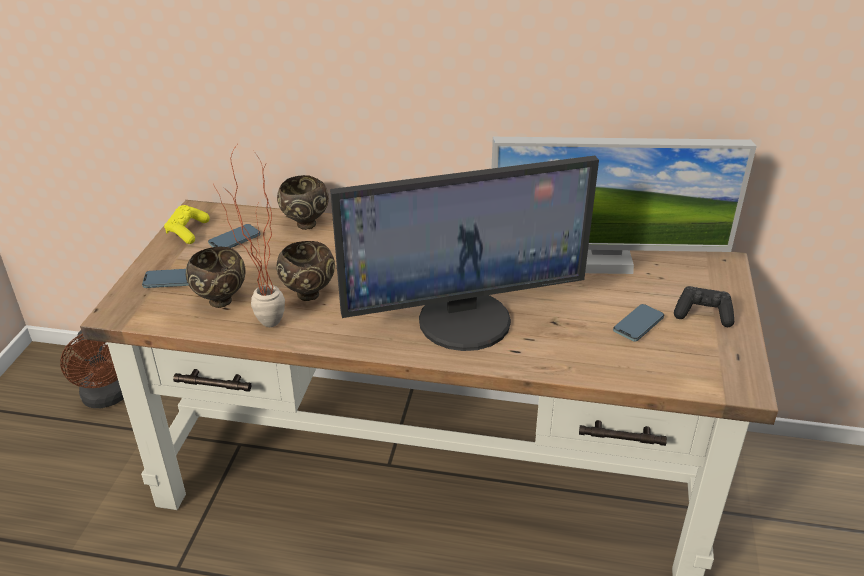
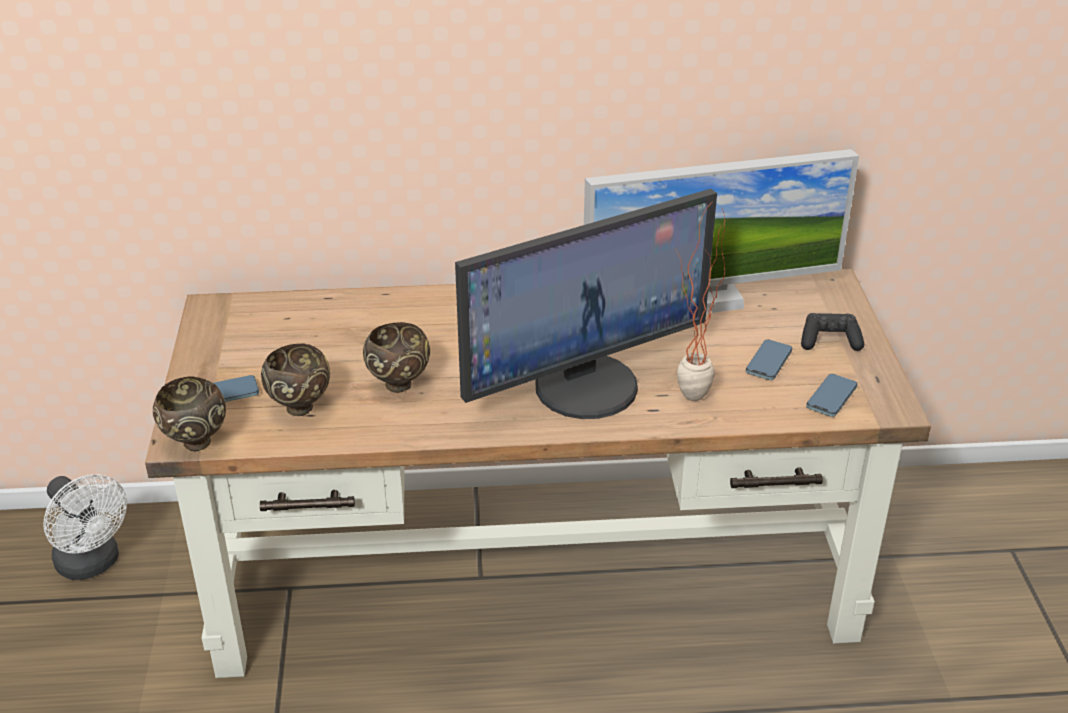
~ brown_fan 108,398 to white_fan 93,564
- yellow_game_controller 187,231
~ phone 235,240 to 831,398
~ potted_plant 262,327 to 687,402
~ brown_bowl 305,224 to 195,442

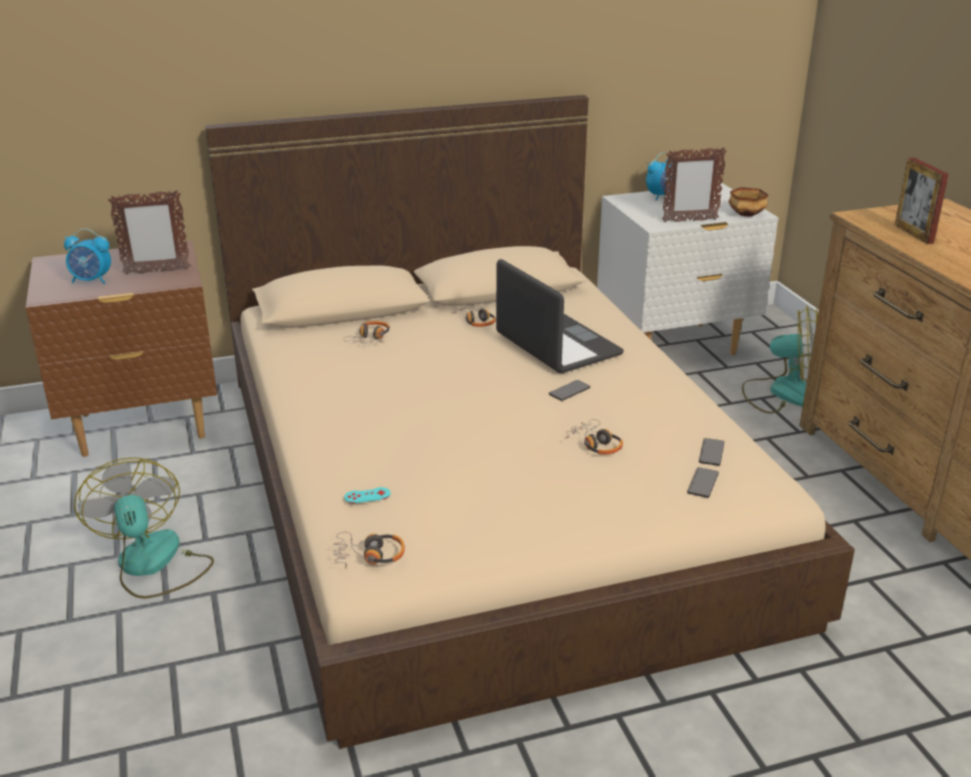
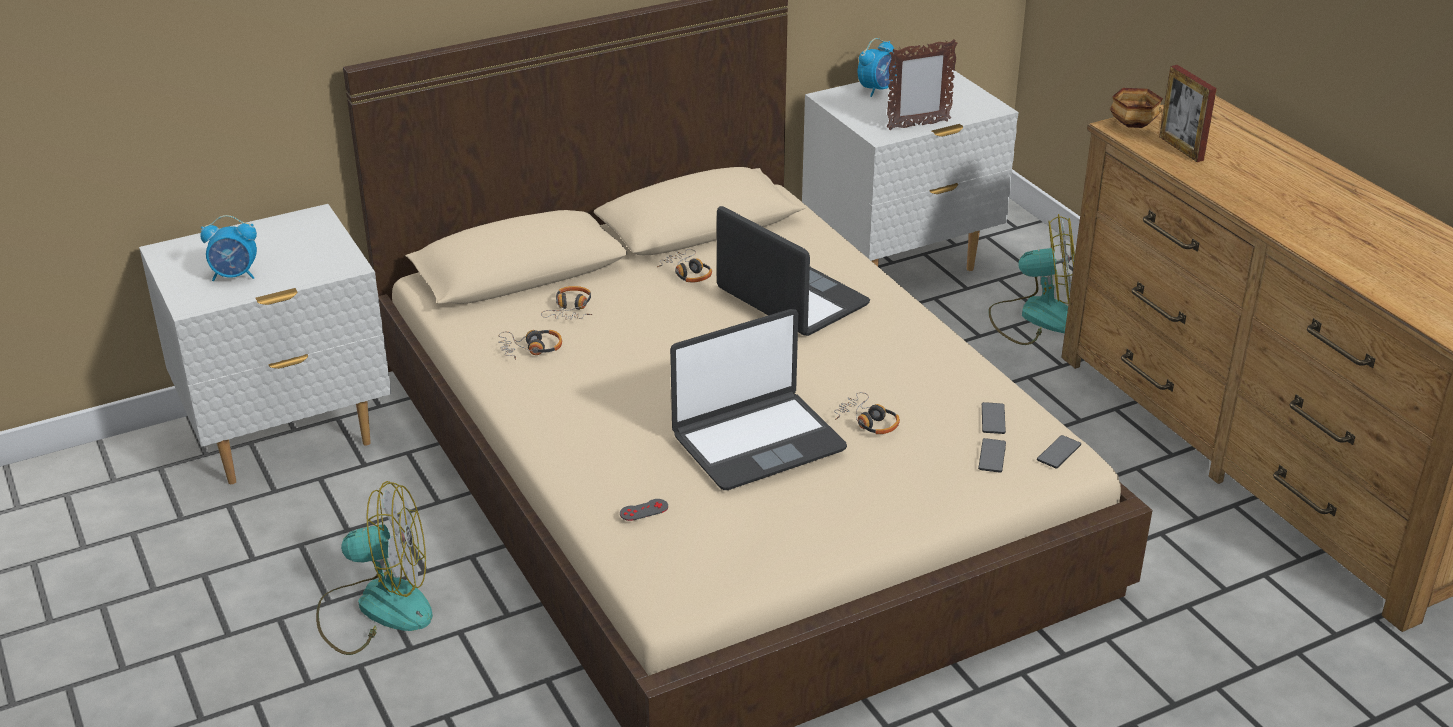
~ brown_nightstand 143,427 to white_nightstand 287,437
~ fan 153,565 = 376,608 120 degrees clockwise
- picture_frame 156,271
~ headphones 369,556 to 531,349
~ turquoise_game_controller 367,495 to grey_game_controller 644,510
~ phone 569,391 to 1059,453
~ bowl 746,214 to 1133,124
+ laptop 757,442

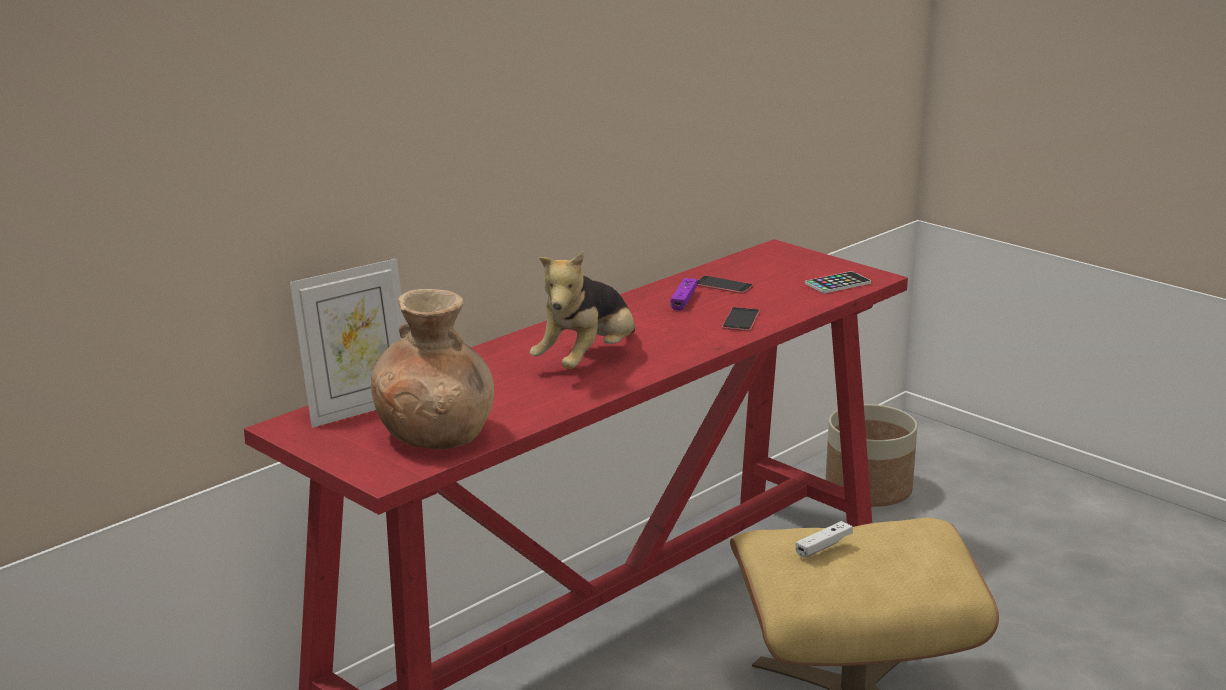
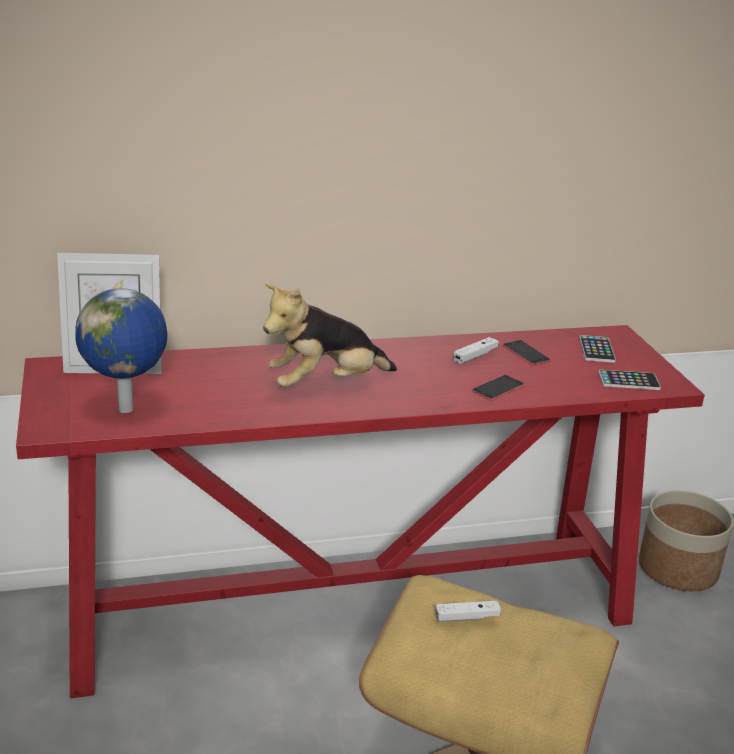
~ brown_vase 436,436 to globe 128,410
~ purple_game_controller 684,300 to white_game_controller 475,356
+ phone 596,350

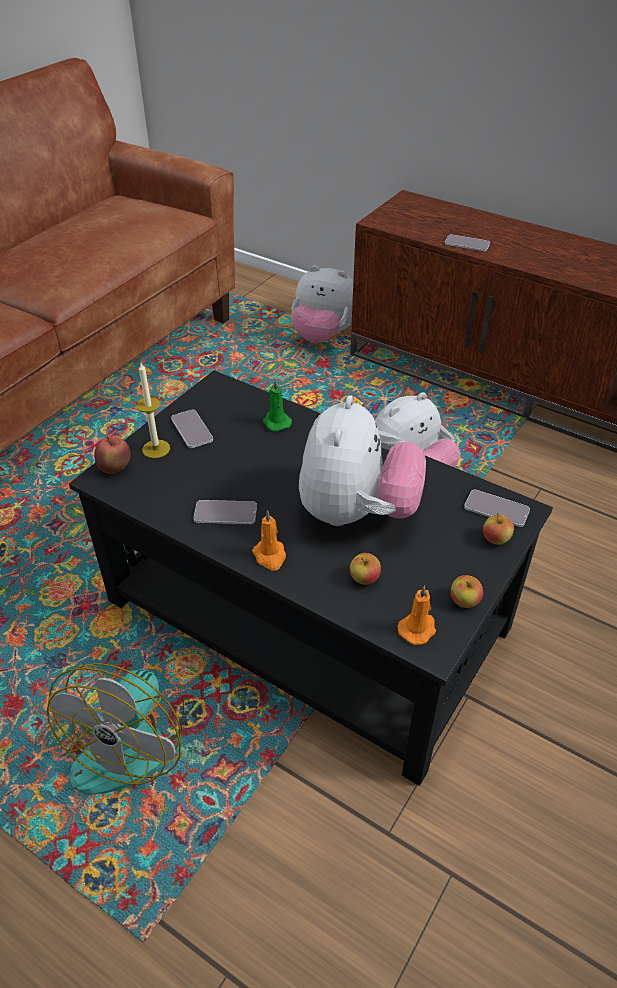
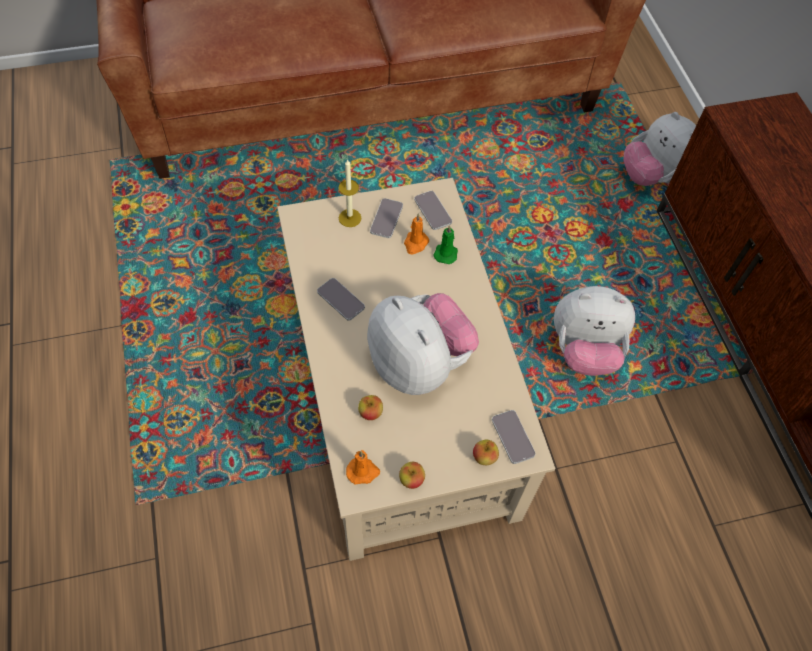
- fan 132,740
~ black_coffee_table 306,613 to beige_coffee_table 400,395
- apple 115,469
~ orange_candle 270,556 to 415,243
~ plush_toy 357,512 = 419,364 90 degrees counterclockwise
~ phone 467,244 to 432,211

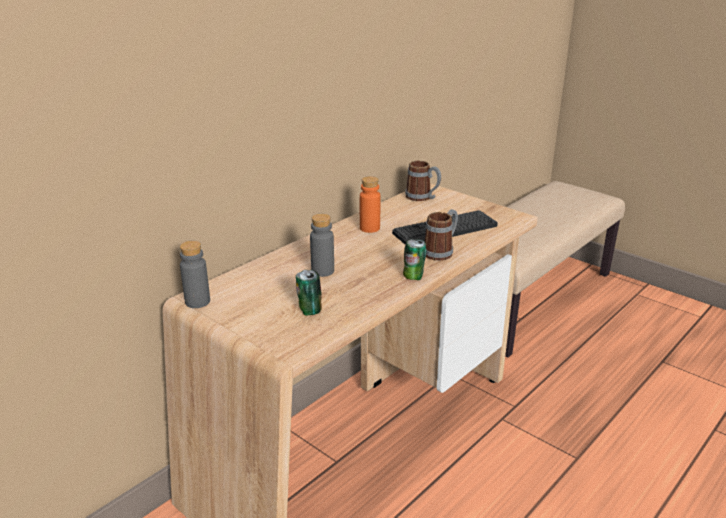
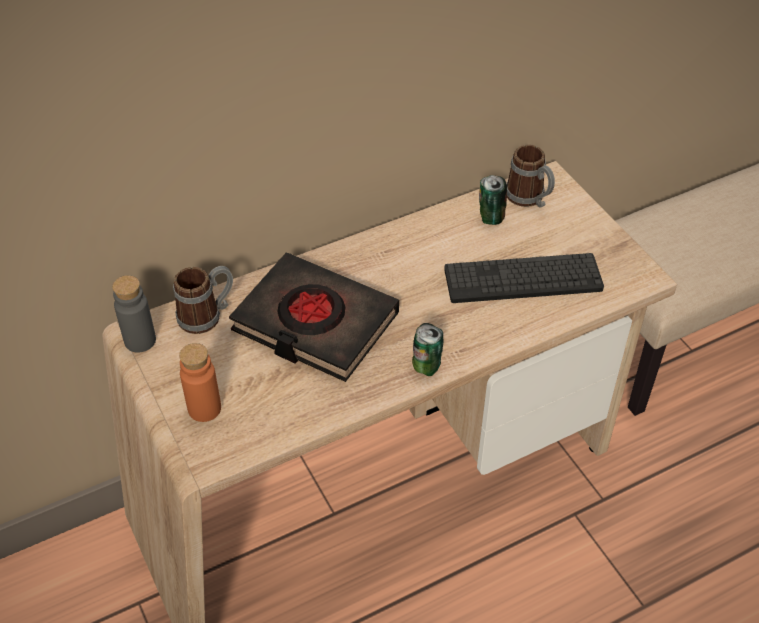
~ can 309,310 to 490,218
~ grey_bottle 322,271 to black_book 314,323
~ orange_bottle 369,228 to 204,408
~ mug 441,251 to 207,315

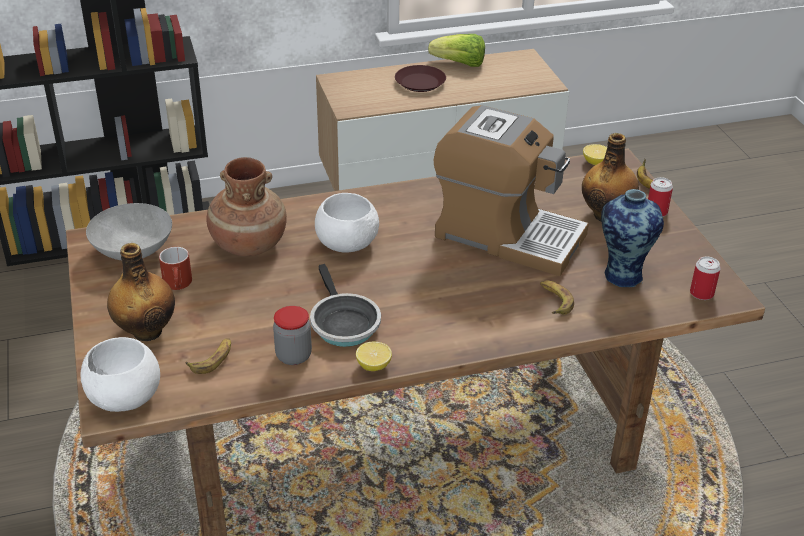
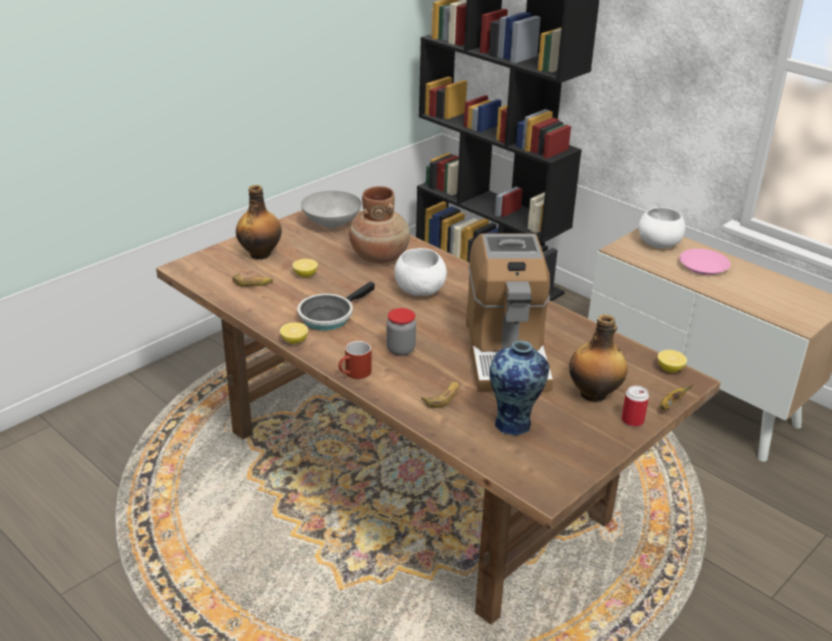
~ white_bowl 124,396 to 659,243
~ red_mug 179,284 to 354,374
~ jar 293,356 to 400,349
~ brown_plate 420,83 to pink_plate 703,266
- lettuce 459,64
- can 701,293
+ lemon 305,275

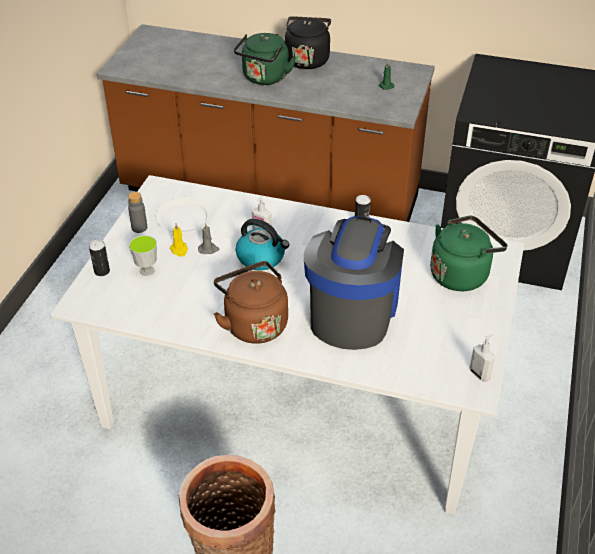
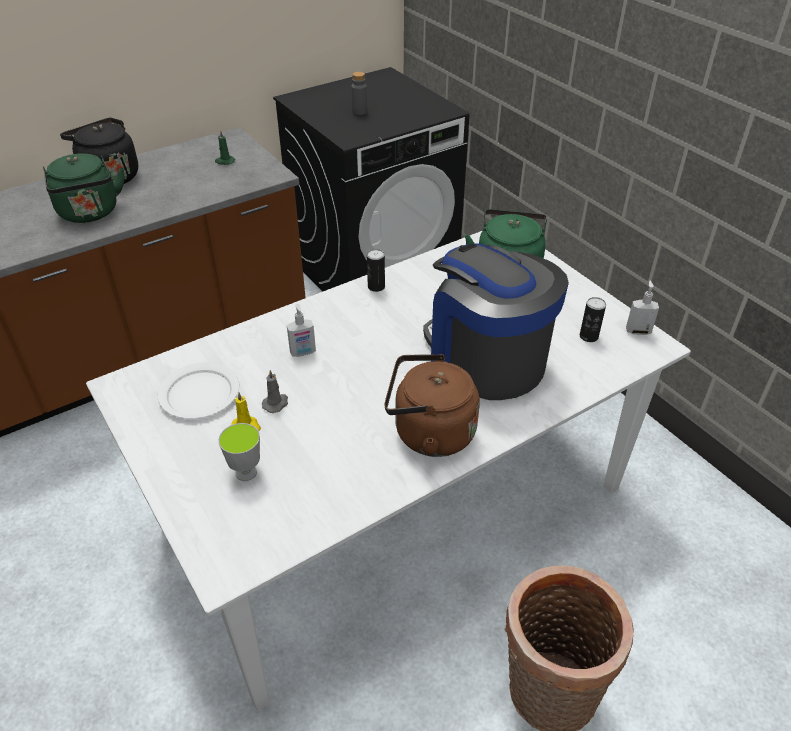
~ can 102,271 to 588,336
~ grey_bottle 139,228 to 359,112
- kettle 261,258

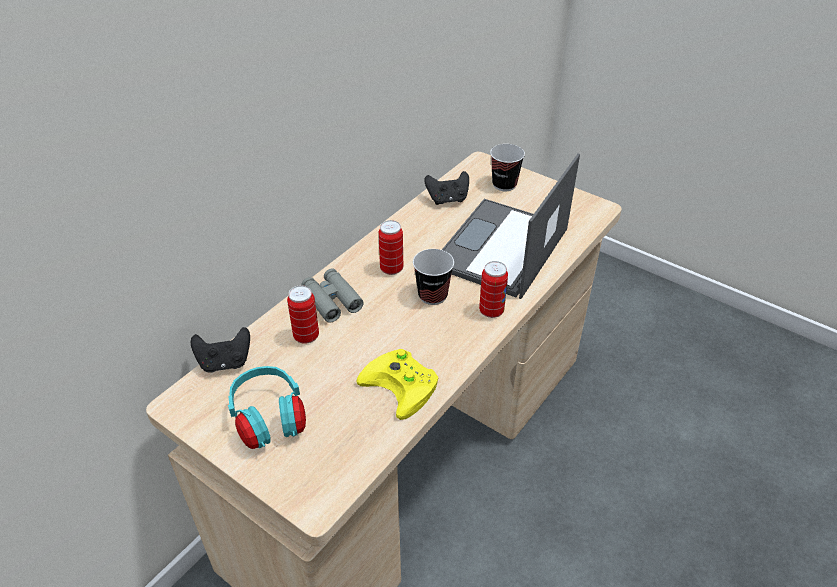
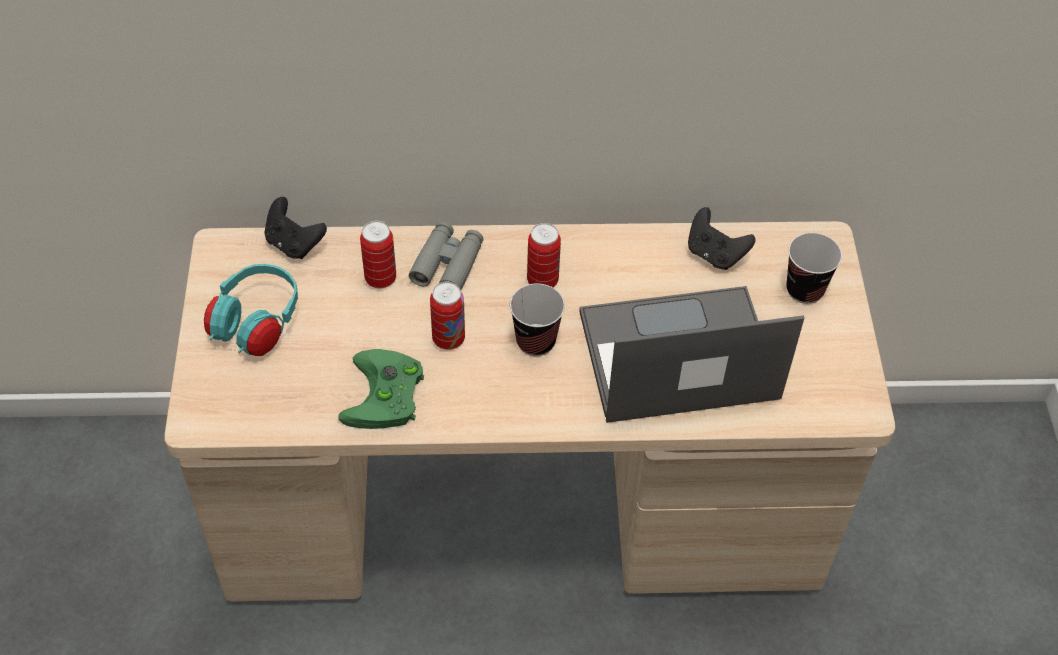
~ yellow_game_controller 404,385 to green_game_controller 386,397
~ can 491,311 to 448,339

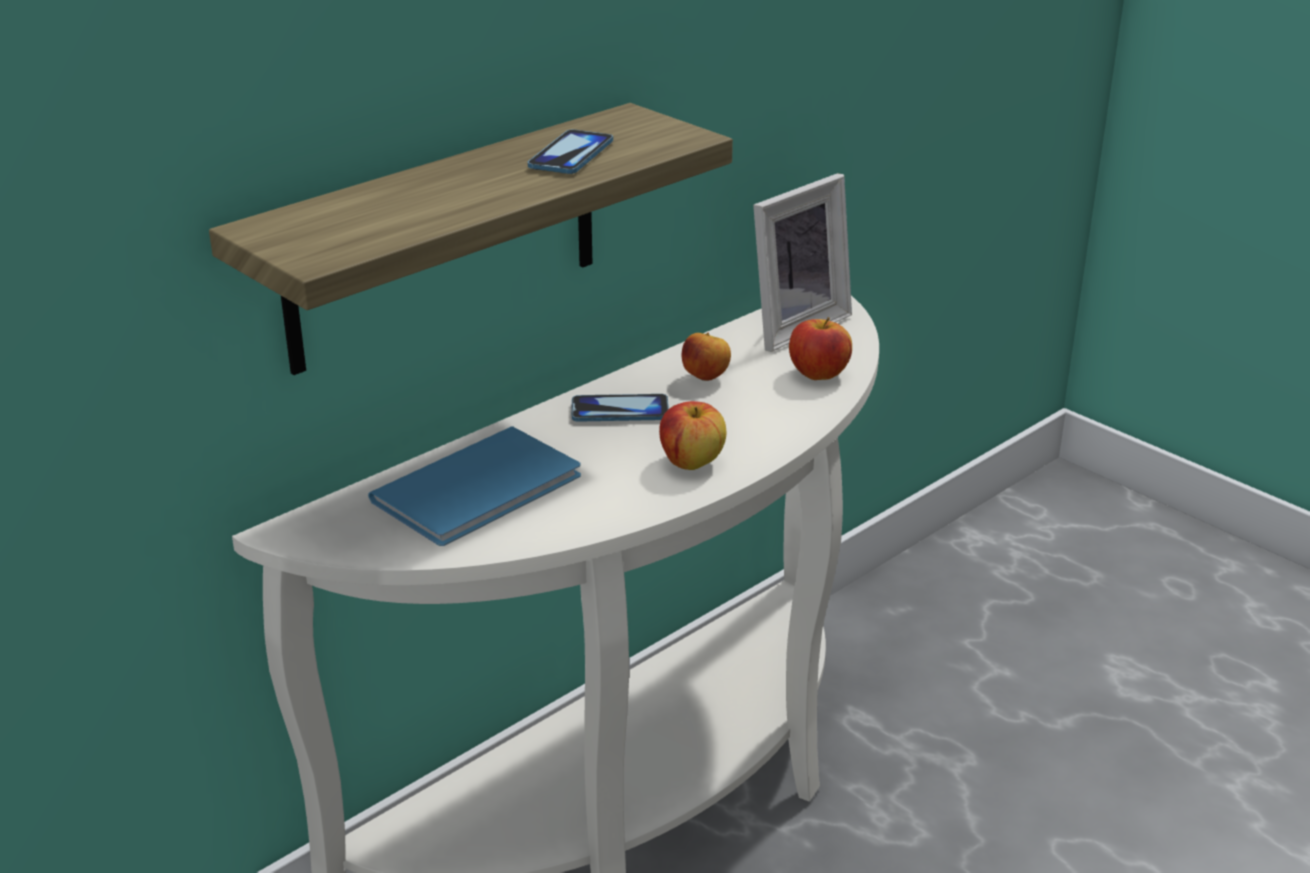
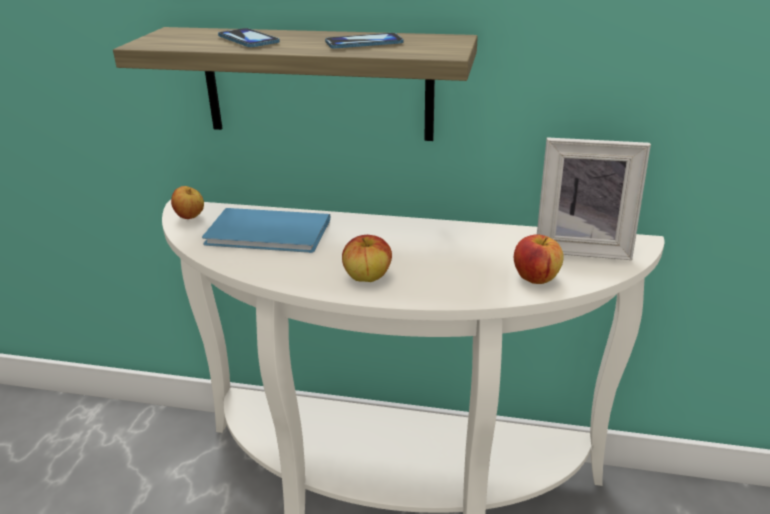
~ phone 620,411 to 248,40
~ apple 706,377 to 190,217

